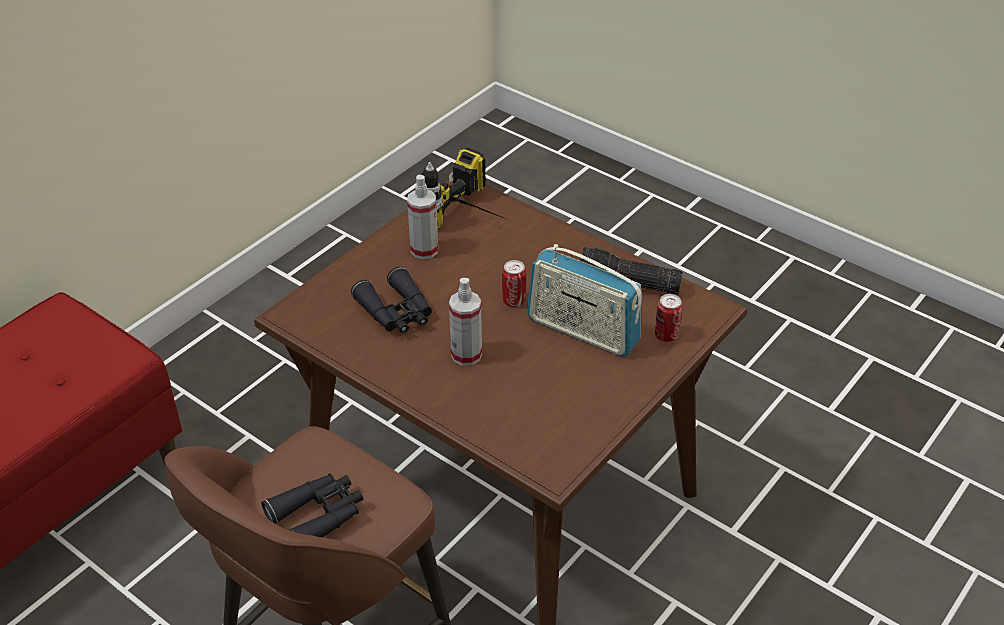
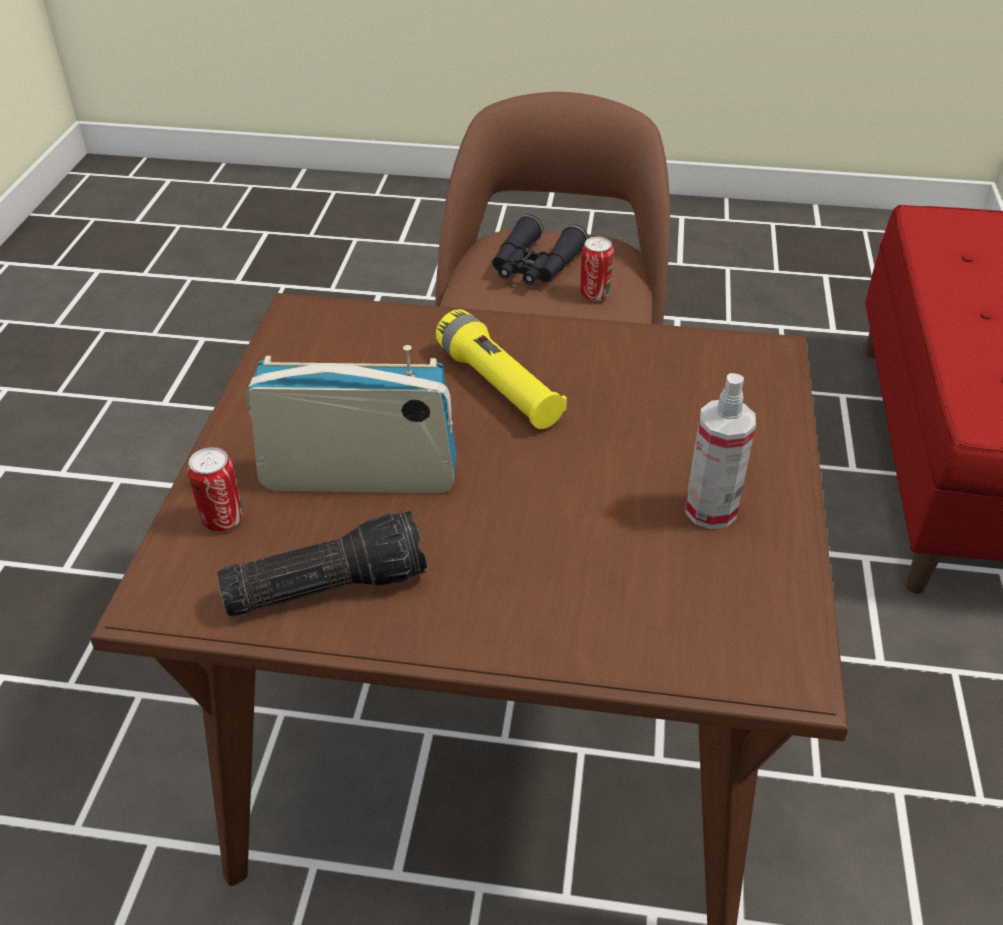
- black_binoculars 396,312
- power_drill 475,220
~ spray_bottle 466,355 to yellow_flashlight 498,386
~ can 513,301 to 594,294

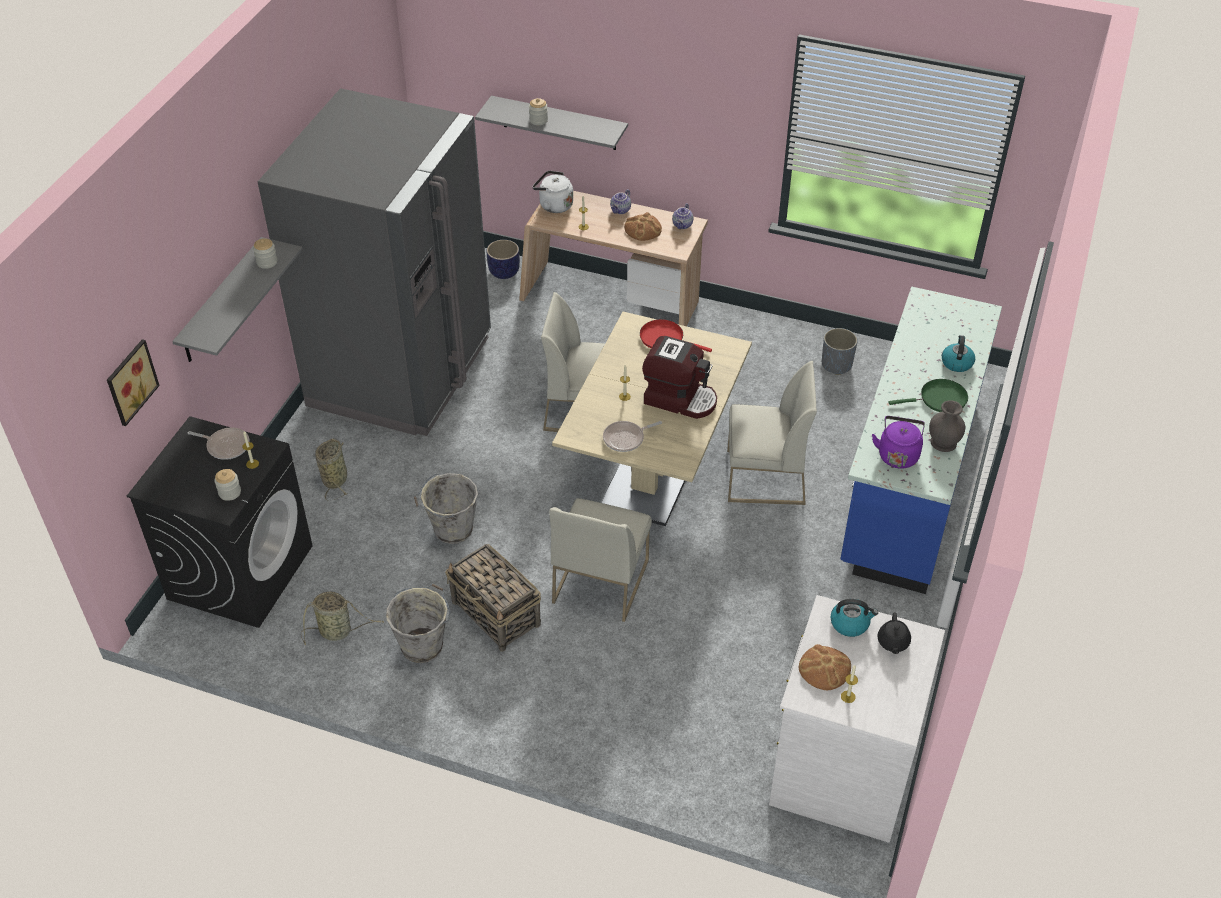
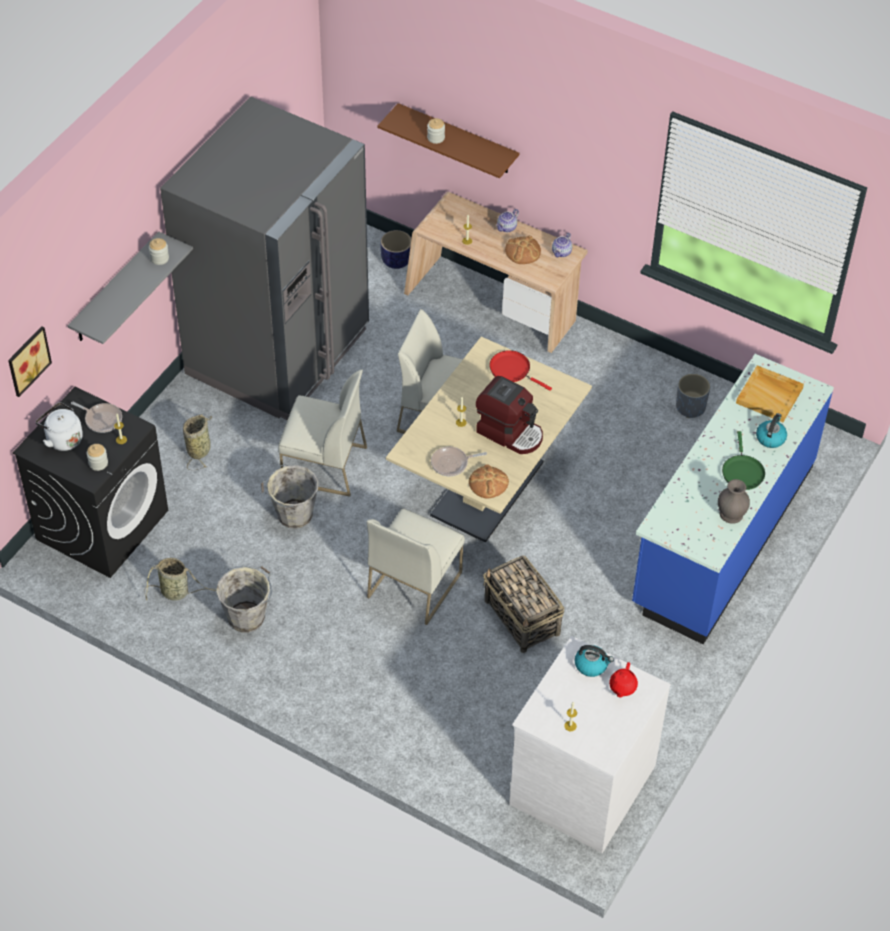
~ basket 496,614 to 522,618
~ grey_shelf 559,123 to brown_shelf 457,139
~ white_kettle 554,205 to 62,439
~ white_chair 764,477 to 323,465
~ bread 824,669 to 488,483
- purple_kettle 897,454
~ black_teapot 893,642 to red_teapot 622,687
~ green_frying_pan 940,399 = 742,472 90 degrees clockwise
+ beige_tray 770,395

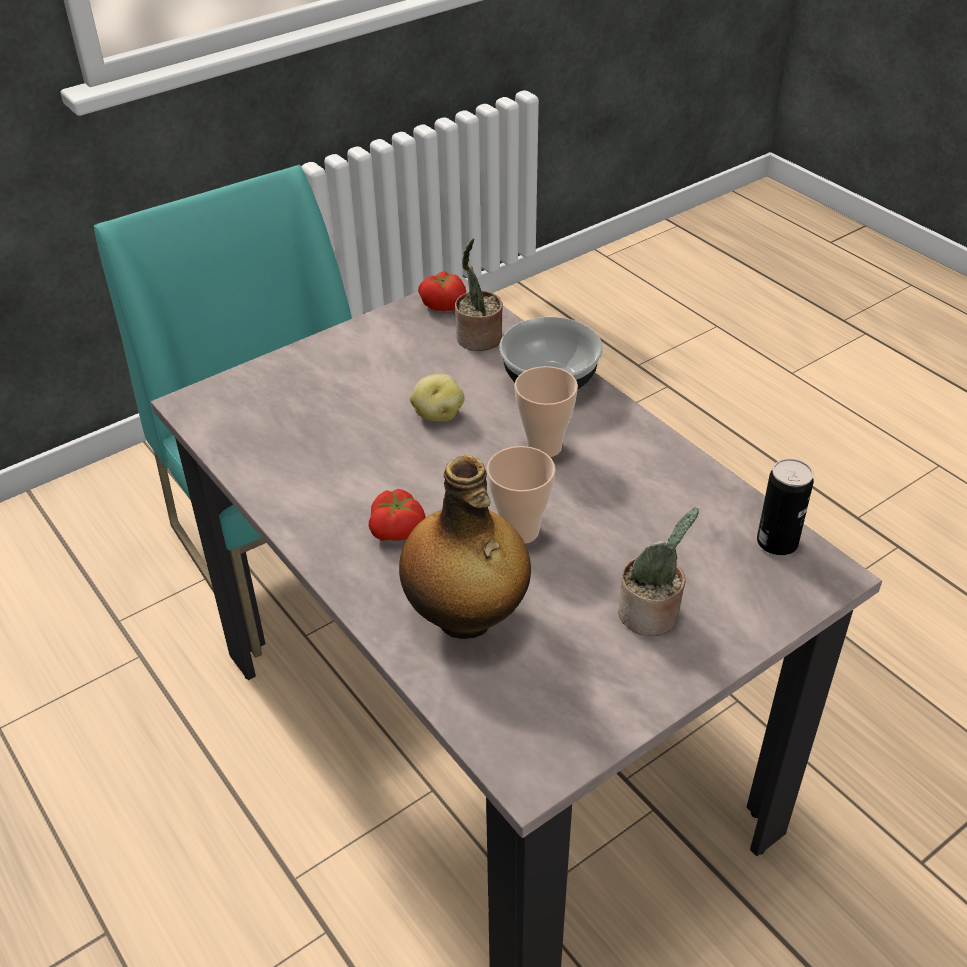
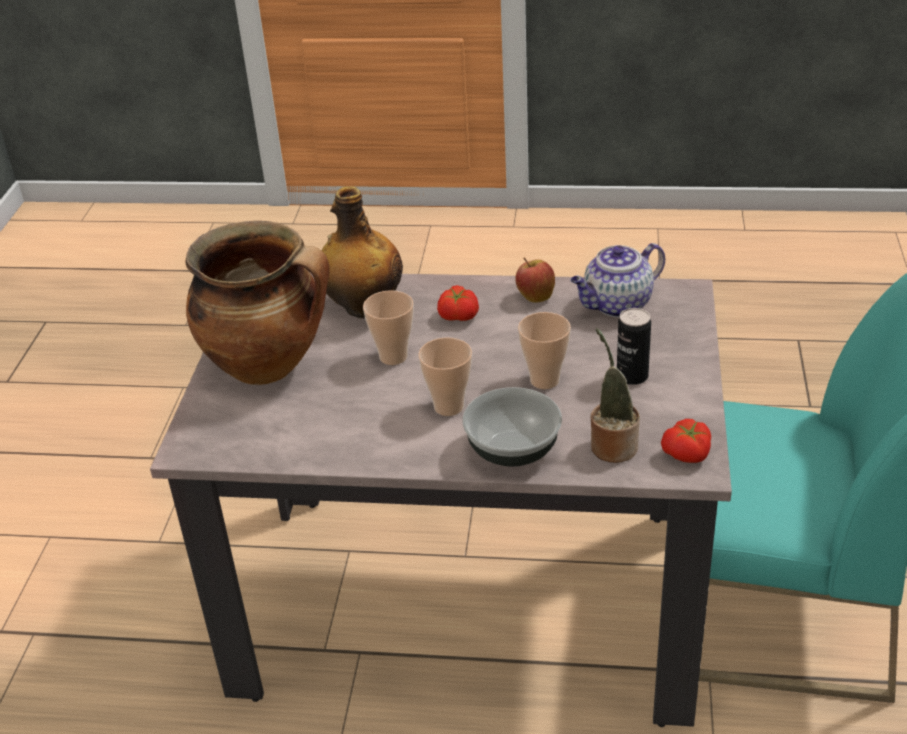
~ potato 437,414 to cup 544,380
~ potted_plant 652,616 to cooking_pot 269,366
~ can 777,542 to 632,376
+ apple 535,297
+ teapot 616,305

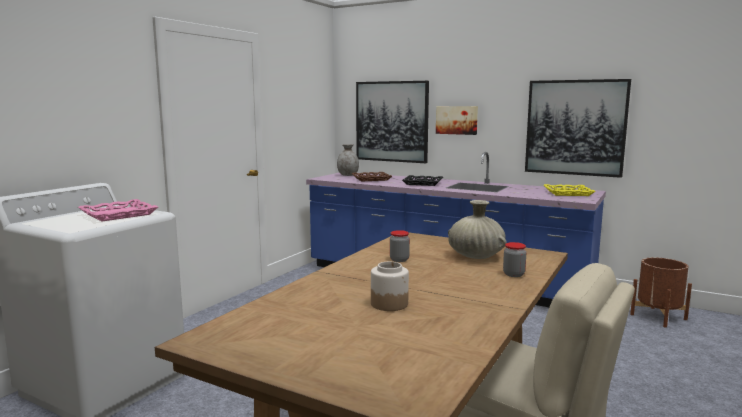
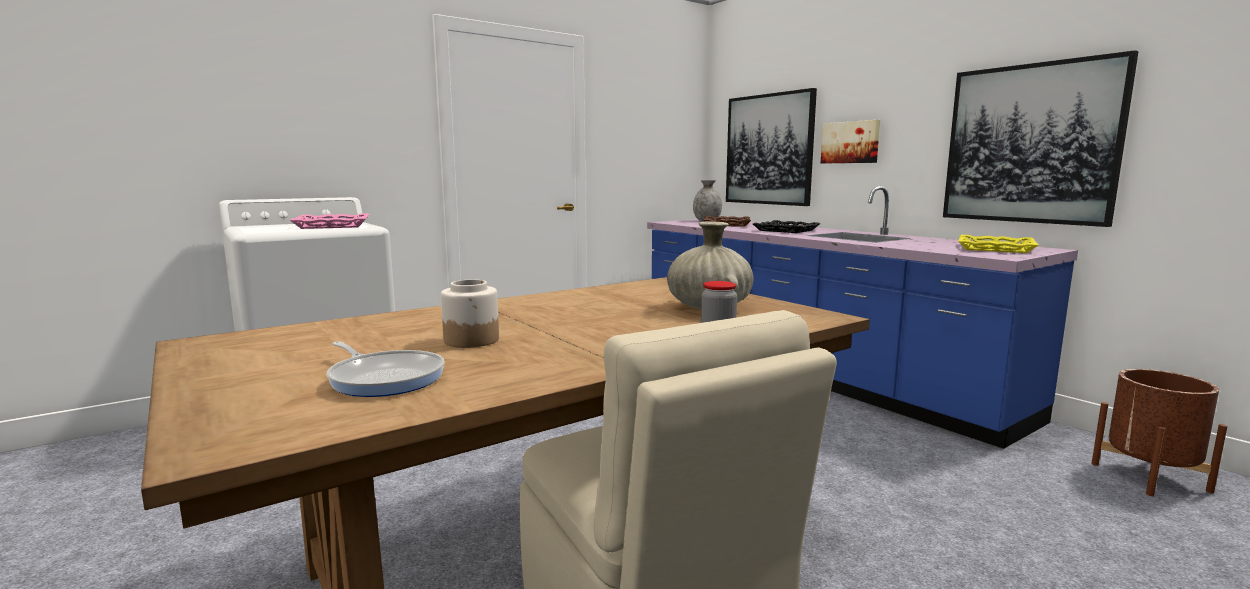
- jar 399,260
+ frying_pan 385,378

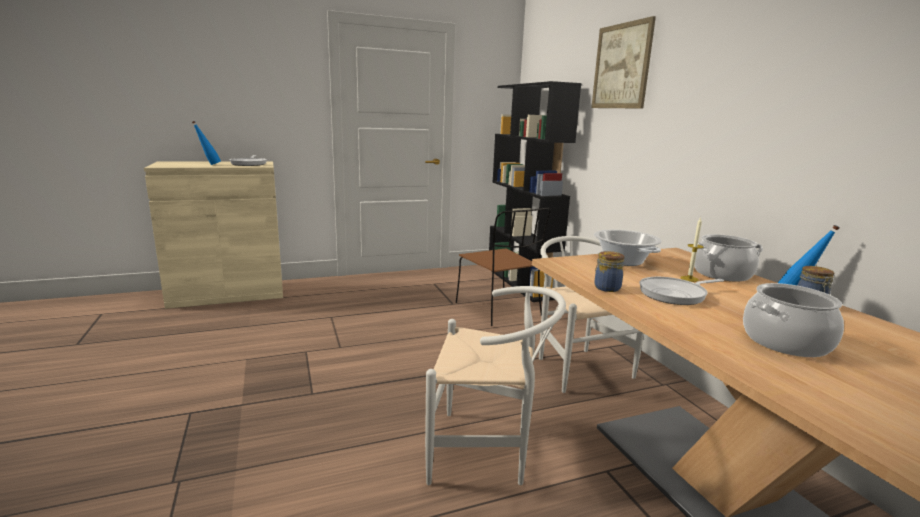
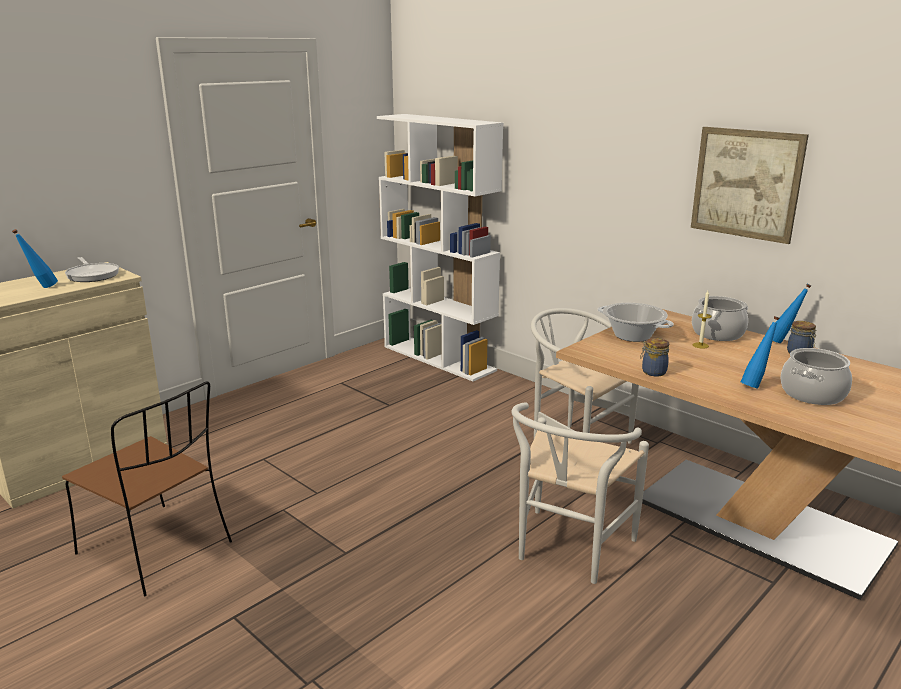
~ white_chair 488,452 = 568,551 135 degrees clockwise
~ brown_chair 499,310 to 157,549
~ black_bookcase 521,282 to white_bookcase 439,358
~ picture 621,66 to 746,184
- frying_pan 675,294
+ blue_bottle 755,385

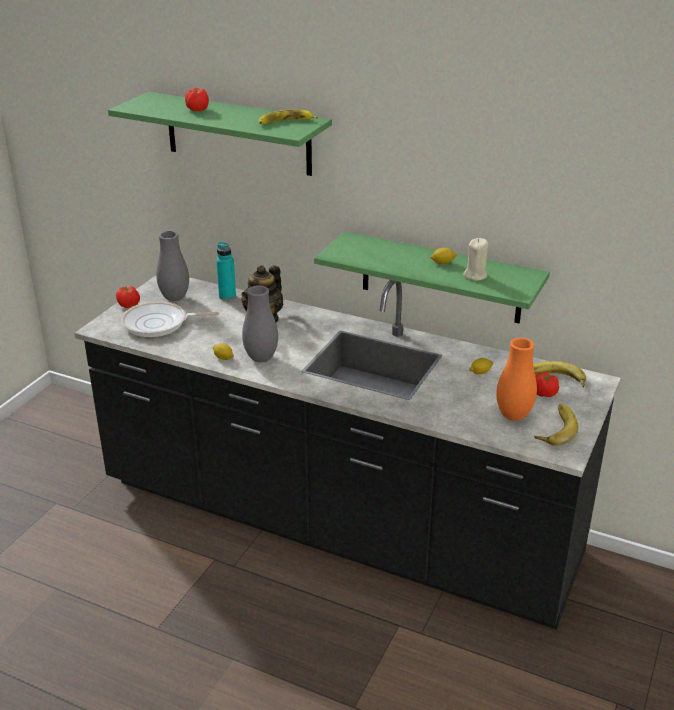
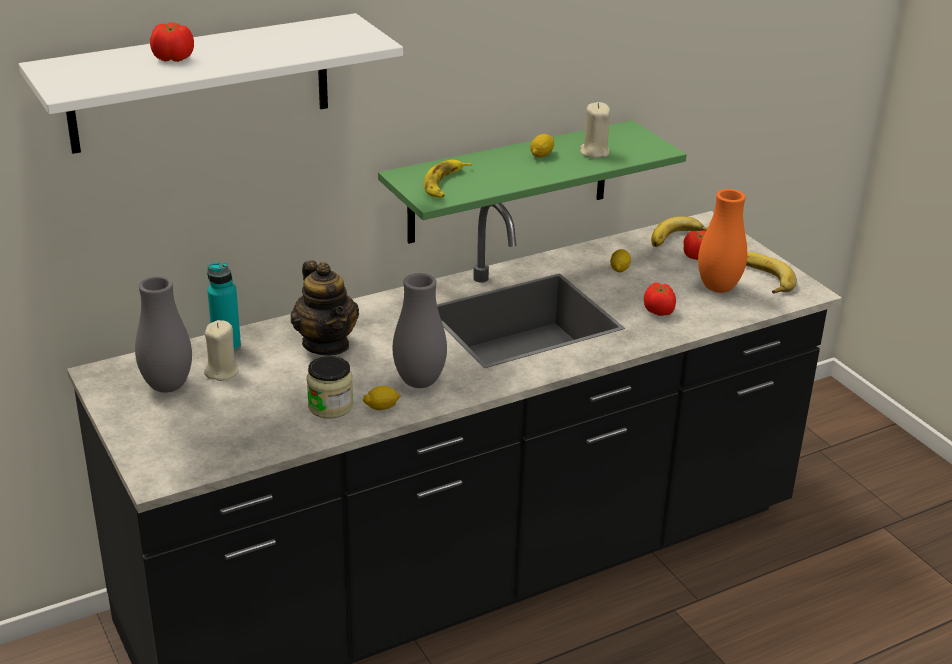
~ green_shelf 238,134 to white_shelf 200,83
~ tomato 129,305 to 658,311
- frying_pan 159,324
~ banana 285,122 to 445,184
+ beige_candle 222,371
+ jar 330,406

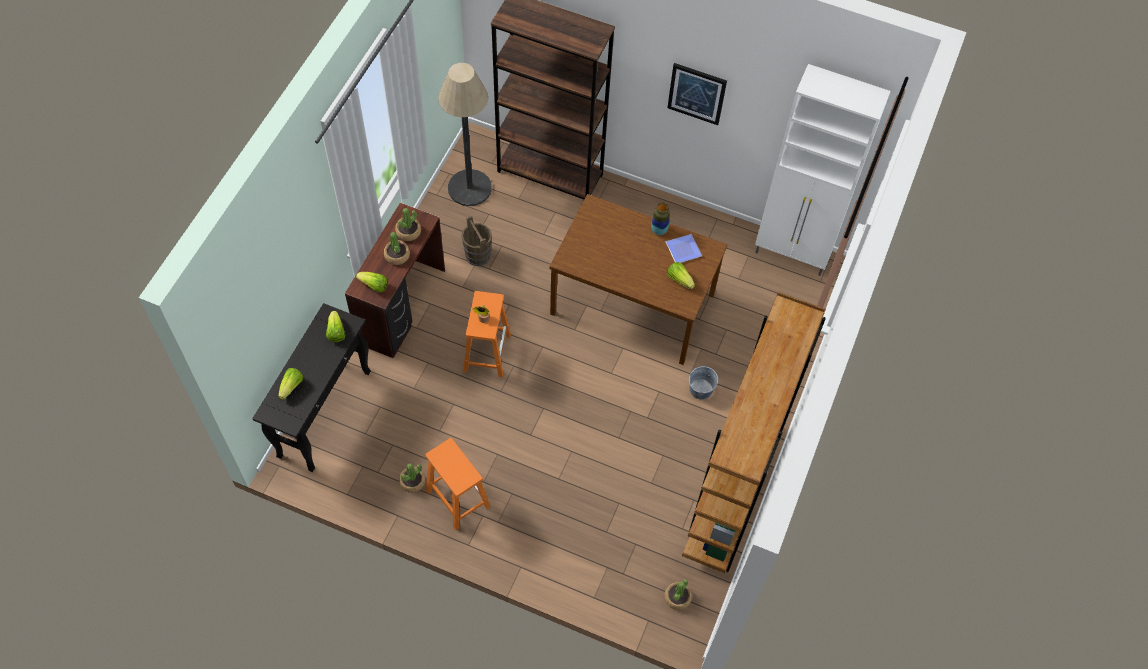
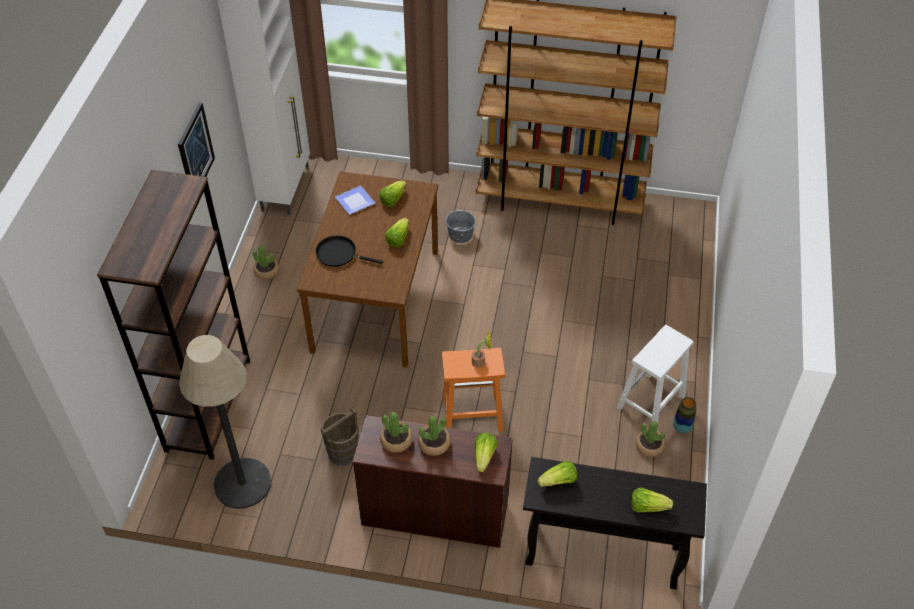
~ orange_stool 457,498 to white_stool 650,403
~ vase 659,230 to 681,428
~ potted_plant 677,598 to 266,271
+ black_frying_pan 339,254
+ lettuce 398,239

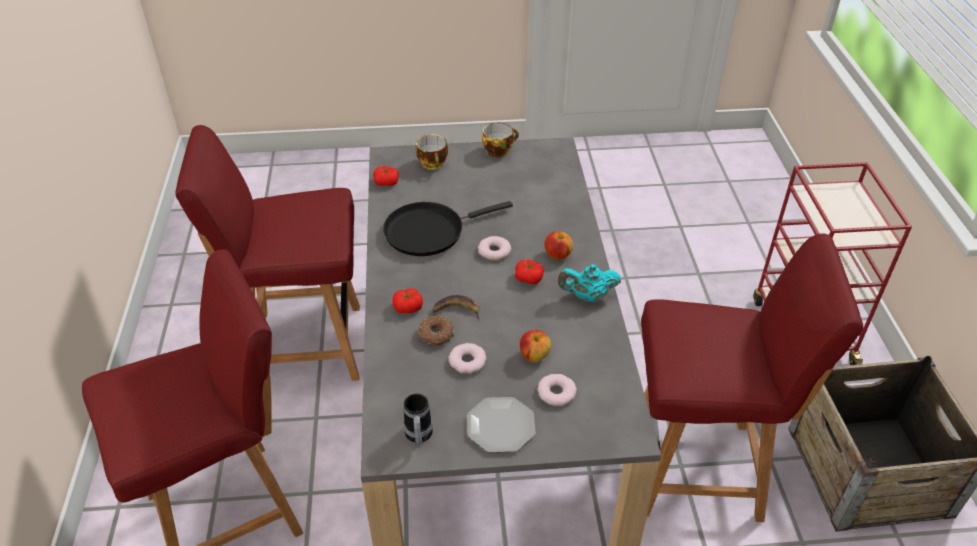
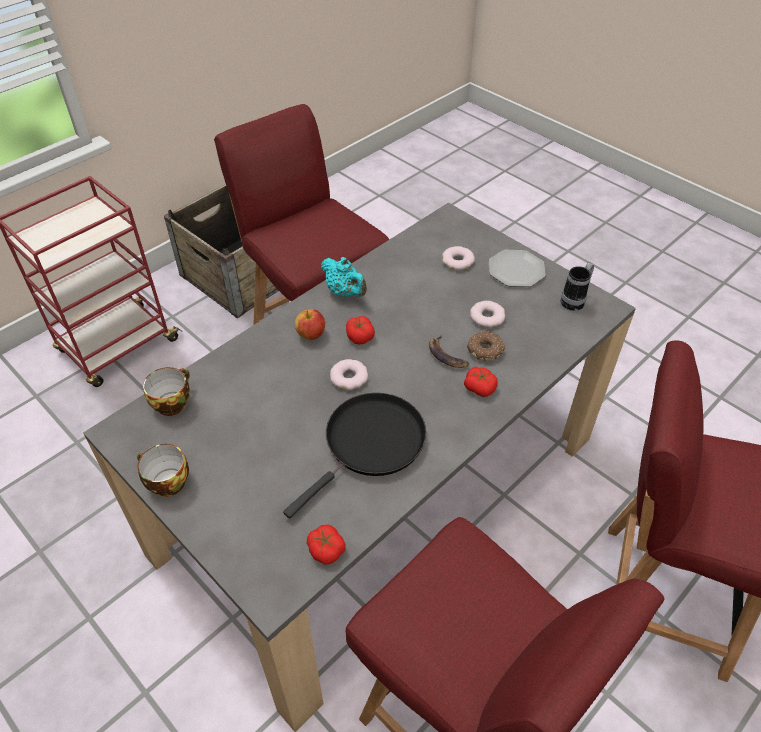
~ black_frying_pan 429,231 = 370,444 75 degrees counterclockwise
~ cup 433,164 to 172,402
- apple 534,356

